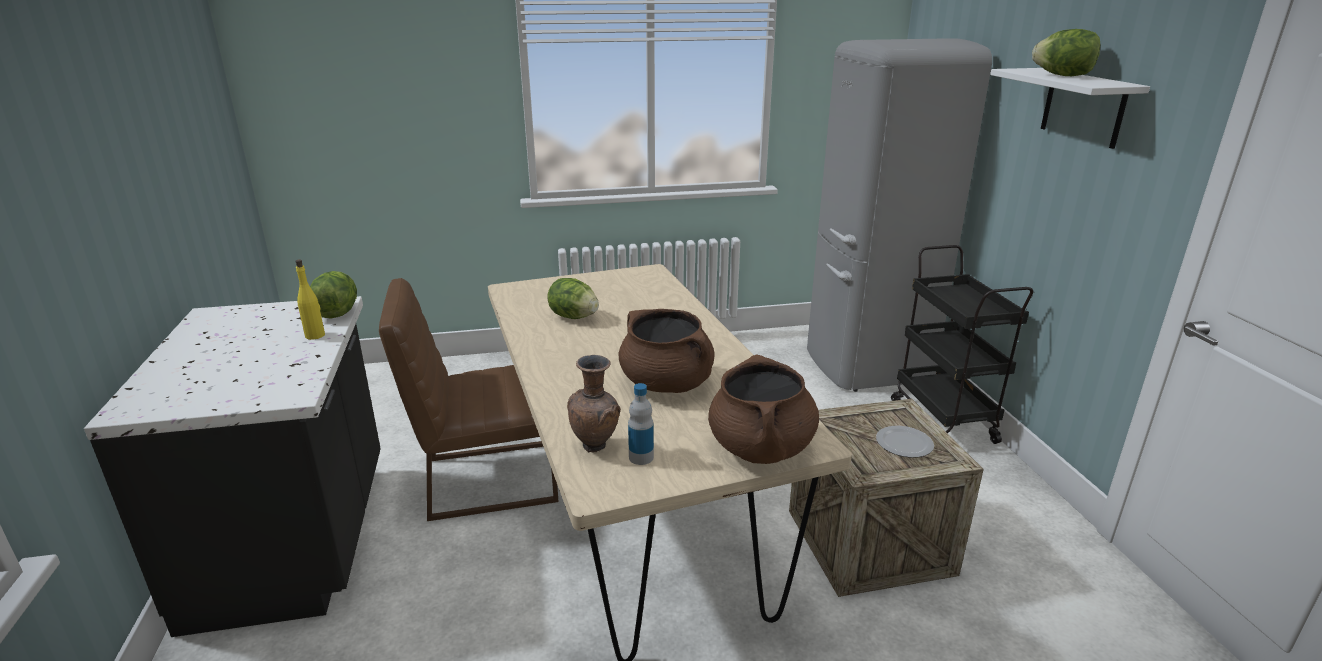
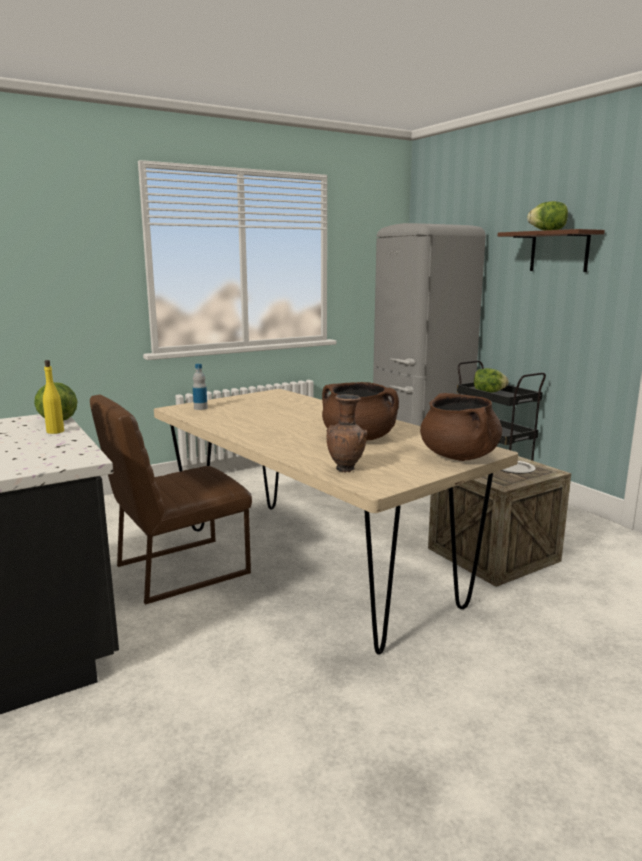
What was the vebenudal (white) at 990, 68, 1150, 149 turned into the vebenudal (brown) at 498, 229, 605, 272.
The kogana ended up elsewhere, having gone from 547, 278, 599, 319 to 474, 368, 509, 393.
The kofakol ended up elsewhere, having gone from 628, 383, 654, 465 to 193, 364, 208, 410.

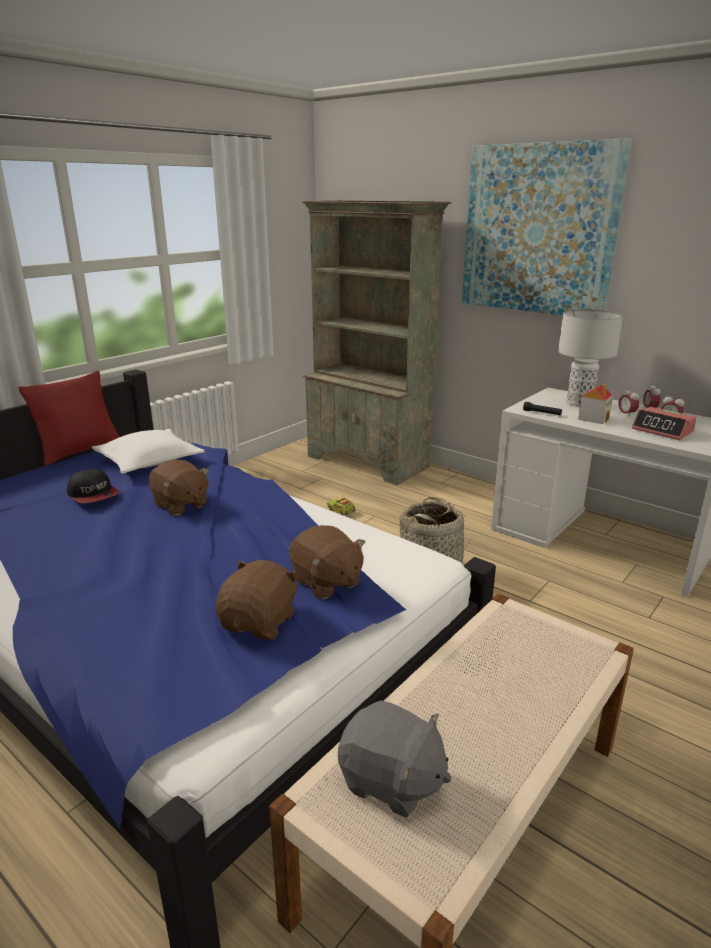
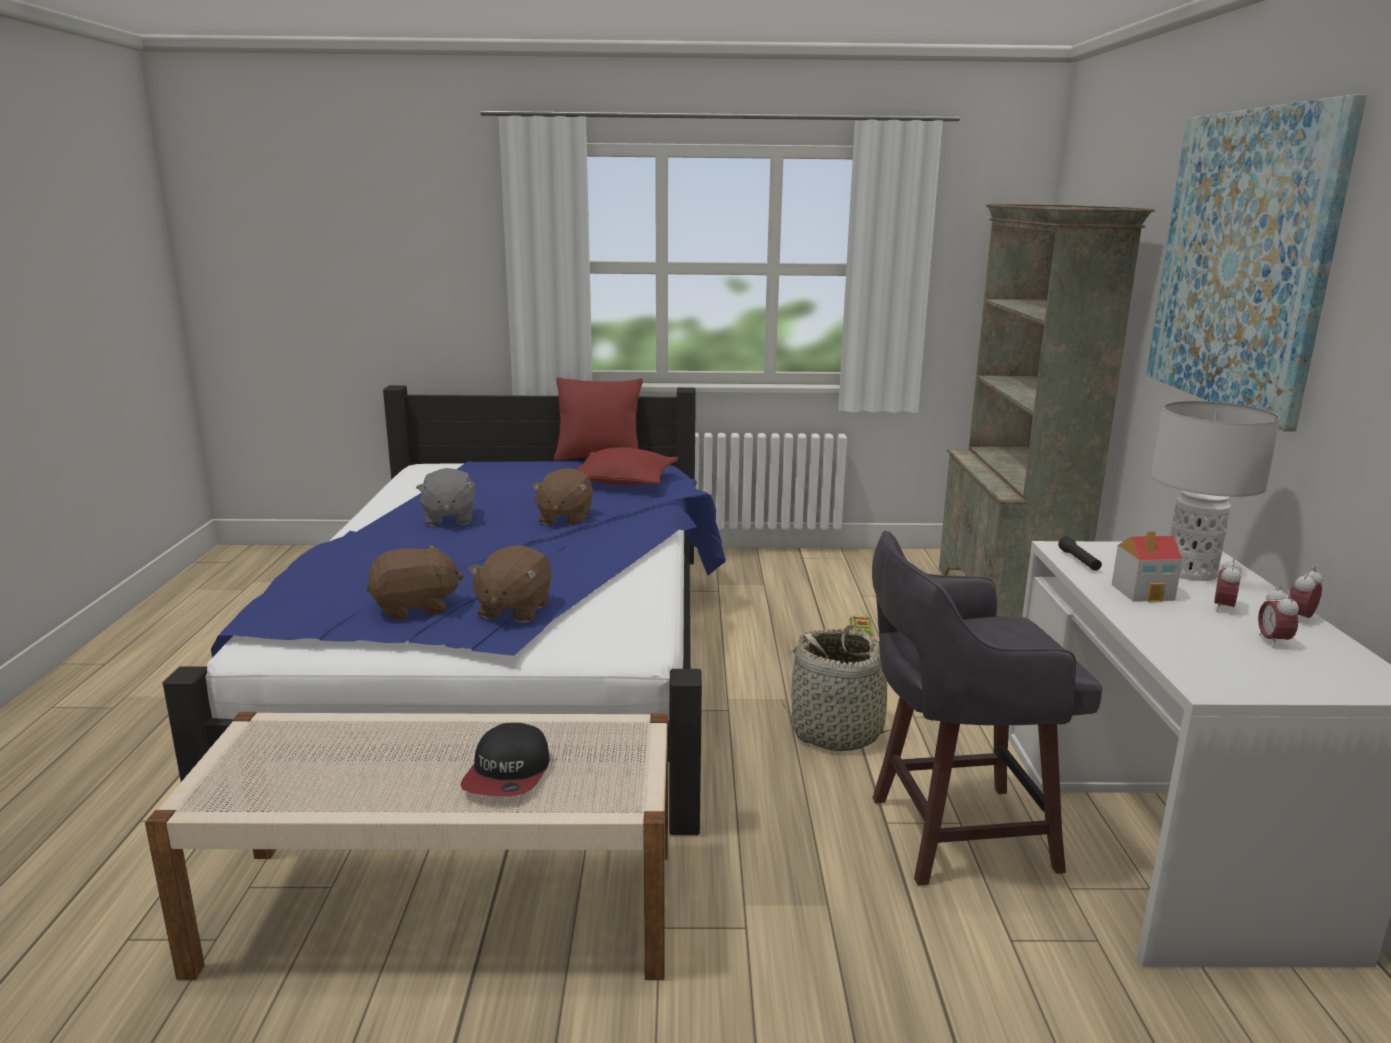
The second view lost the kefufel at 632, 407, 697, 440.
What was the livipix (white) at 92, 429, 205, 474 turned into the livipix (red) at 575, 447, 678, 485.
The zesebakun ended up elsewhere, having gone from 67, 469, 119, 503 to 461, 723, 549, 796.
The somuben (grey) ended up elsewhere, having gone from 338, 700, 452, 817 to 416, 468, 476, 526.
The second view gained the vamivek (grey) at 872, 530, 1102, 886.

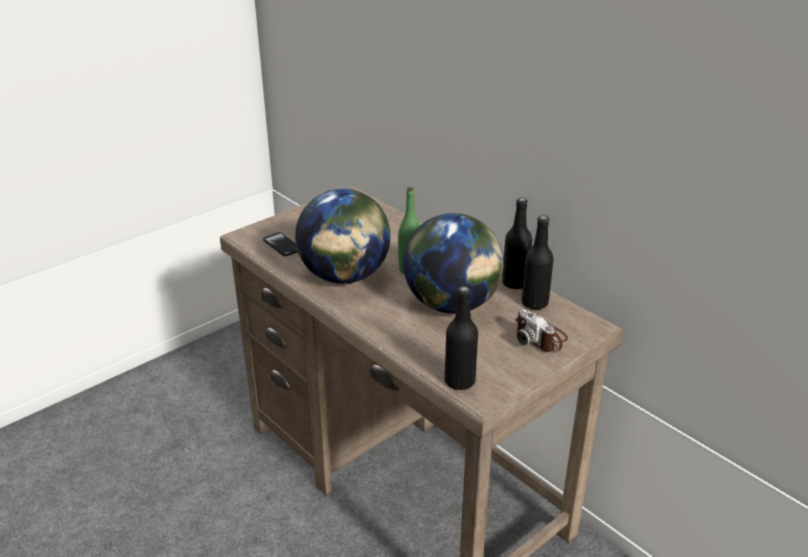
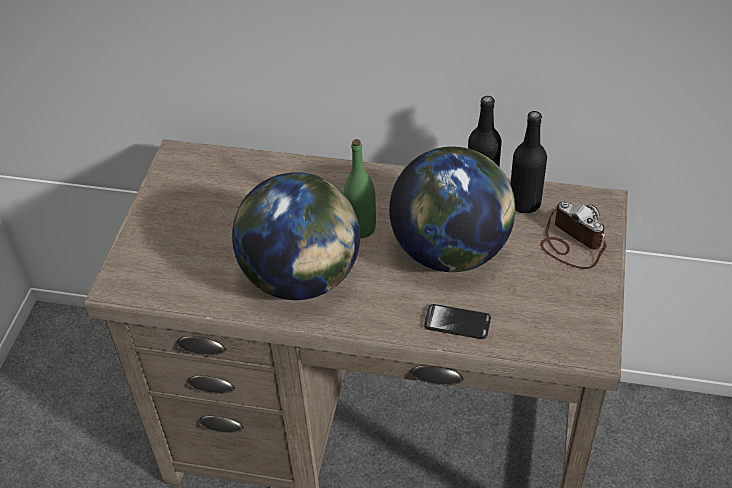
The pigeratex ended up elsewhere, having gone from 263, 232, 298, 256 to 424, 304, 491, 339.
The second view lost the kofakol (black) at 445, 286, 478, 390.
The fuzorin at 515, 309, 568, 352 ended up facing another way, 150 degrees counterclockwise from before.

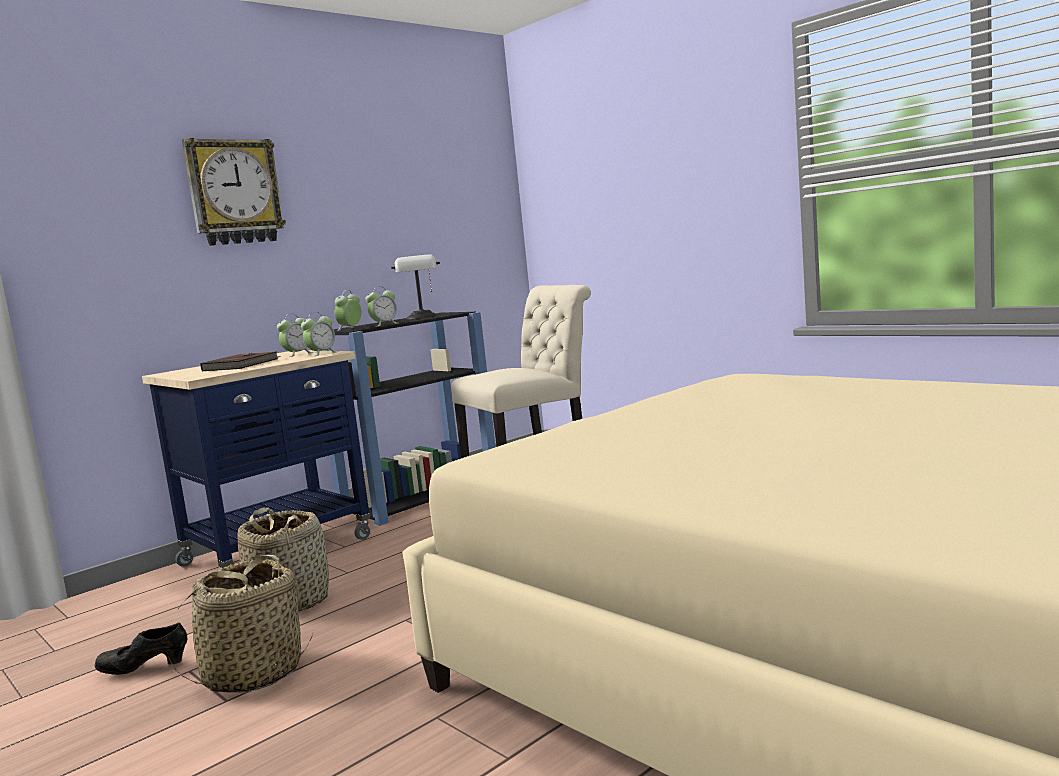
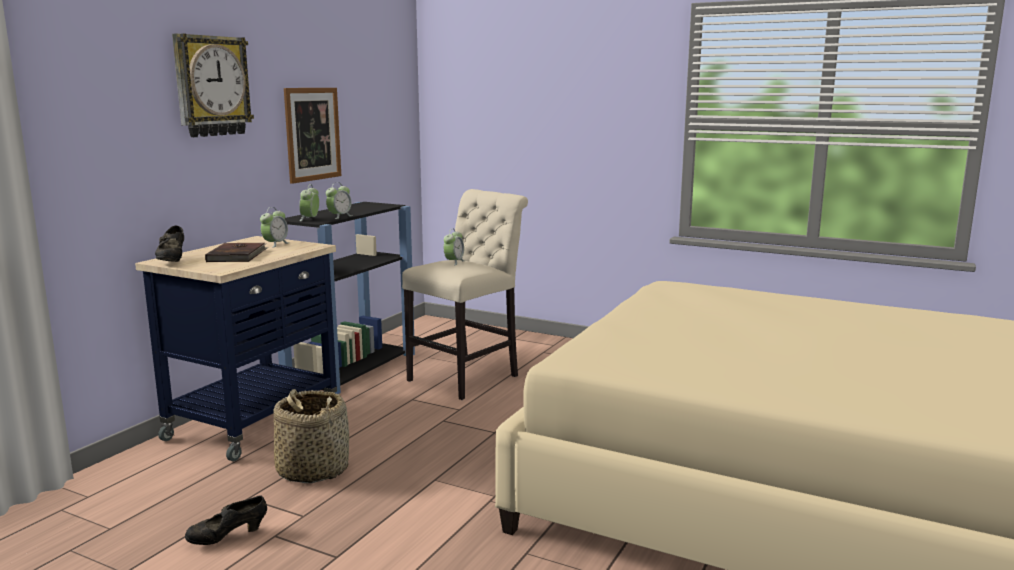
The second view lost the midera at 391, 255, 440, 319.
The kefufel ended up elsewhere, having gone from 301, 312, 338, 356 to 444, 228, 465, 265.
The second view lost the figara at 166, 555, 313, 693.
The second view gained the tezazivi at 284, 88, 341, 184.
The second view gained the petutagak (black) at 155, 226, 184, 262.

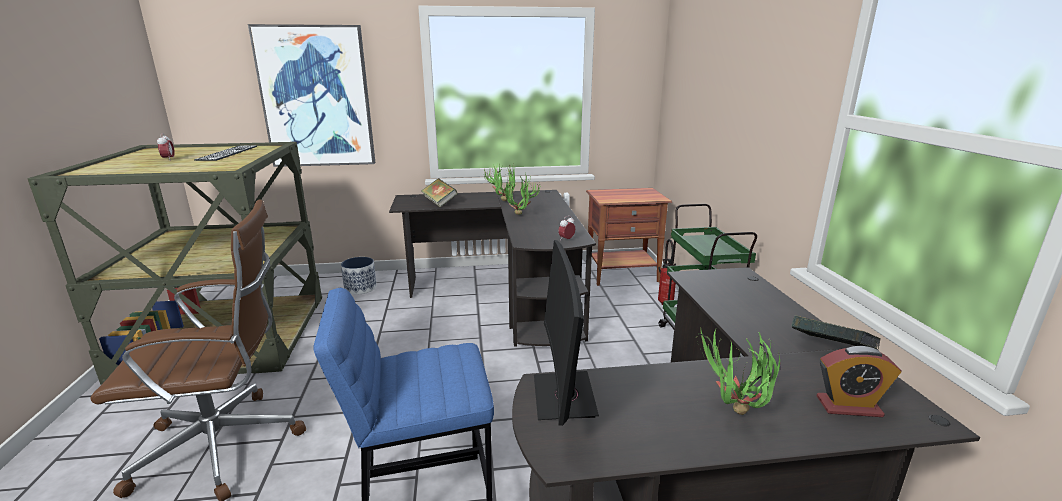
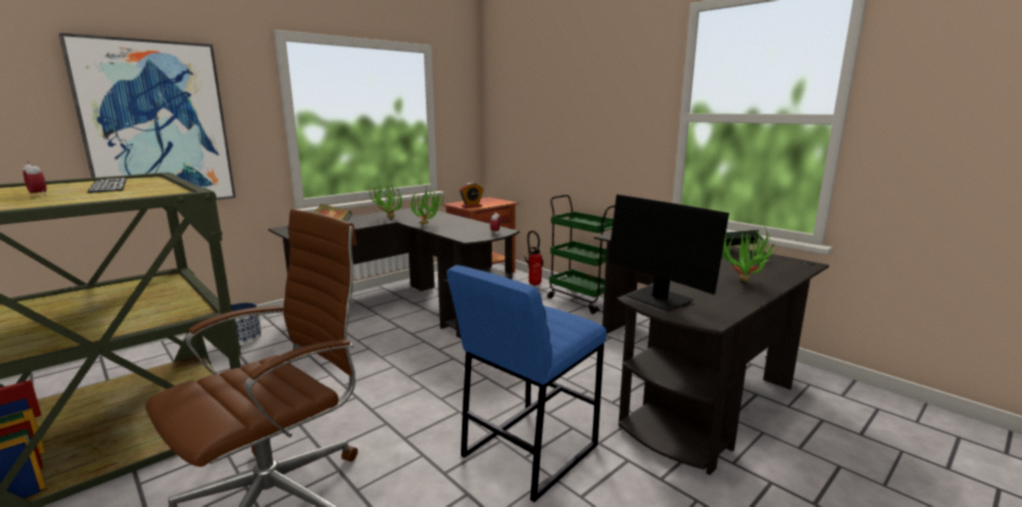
The kefufel ended up elsewhere, having gone from 817, 346, 902, 417 to 460, 183, 483, 208.

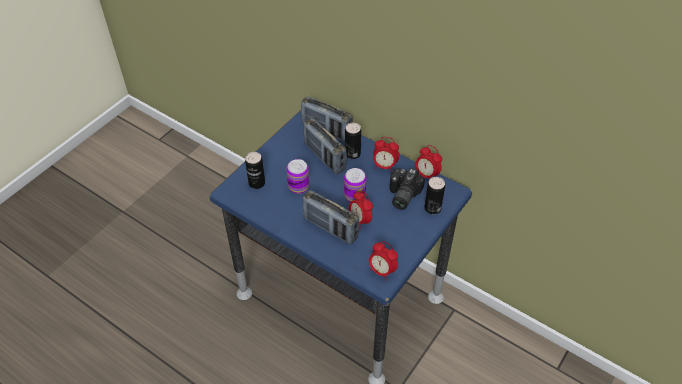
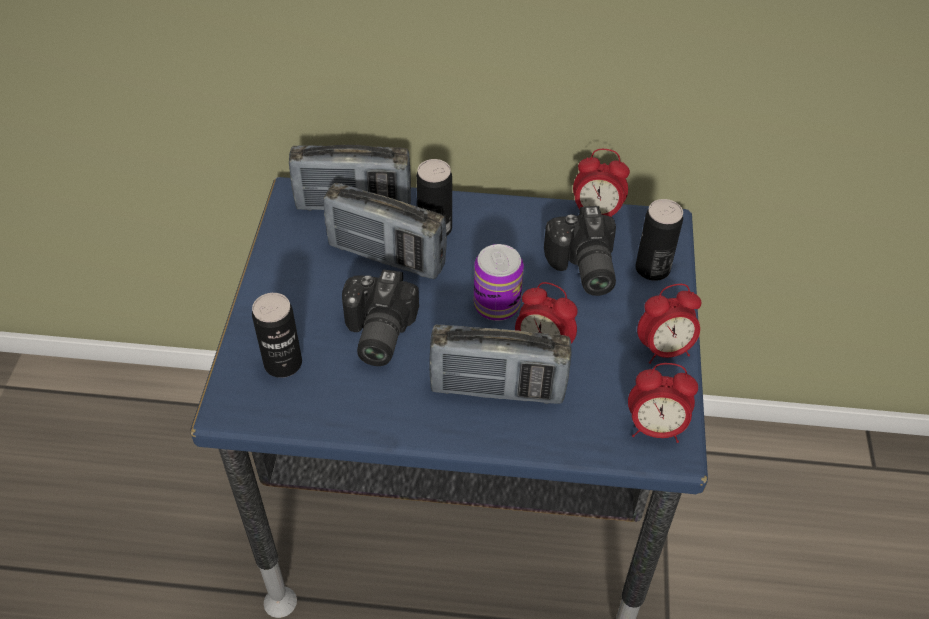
The kefufel ended up elsewhere, having gone from 373, 137, 399, 171 to 637, 284, 701, 364.
Where the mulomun stood at 286, 159, 309, 194, the fuzorin came to stand at 342, 270, 419, 366.

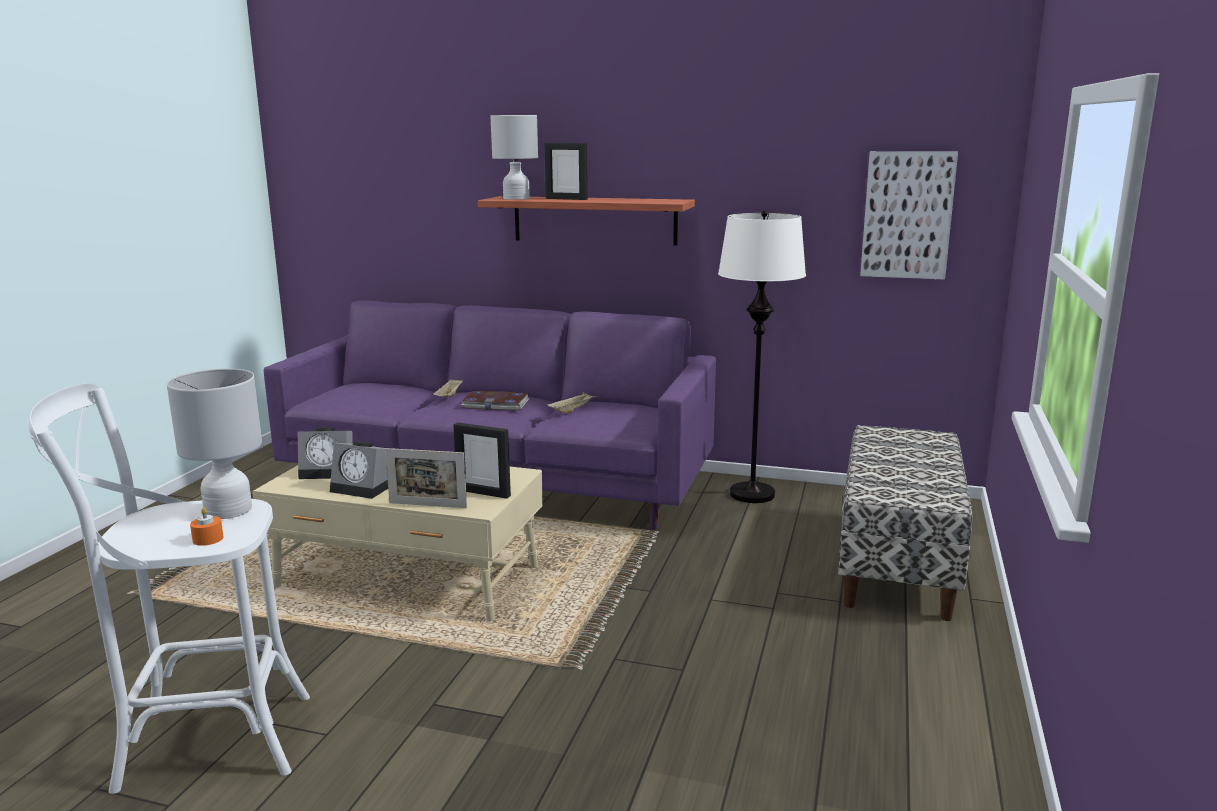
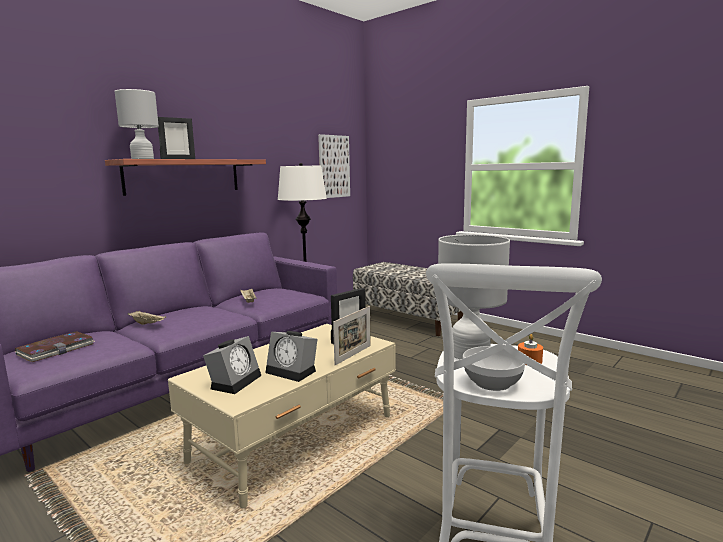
The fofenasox ended up elsewhere, having gone from 461, 391, 530, 411 to 15, 331, 95, 362.
The kefufel at 330, 441, 388, 499 ended up facing another way, 75 degrees clockwise from before.
The second view gained the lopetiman at 463, 346, 525, 391.

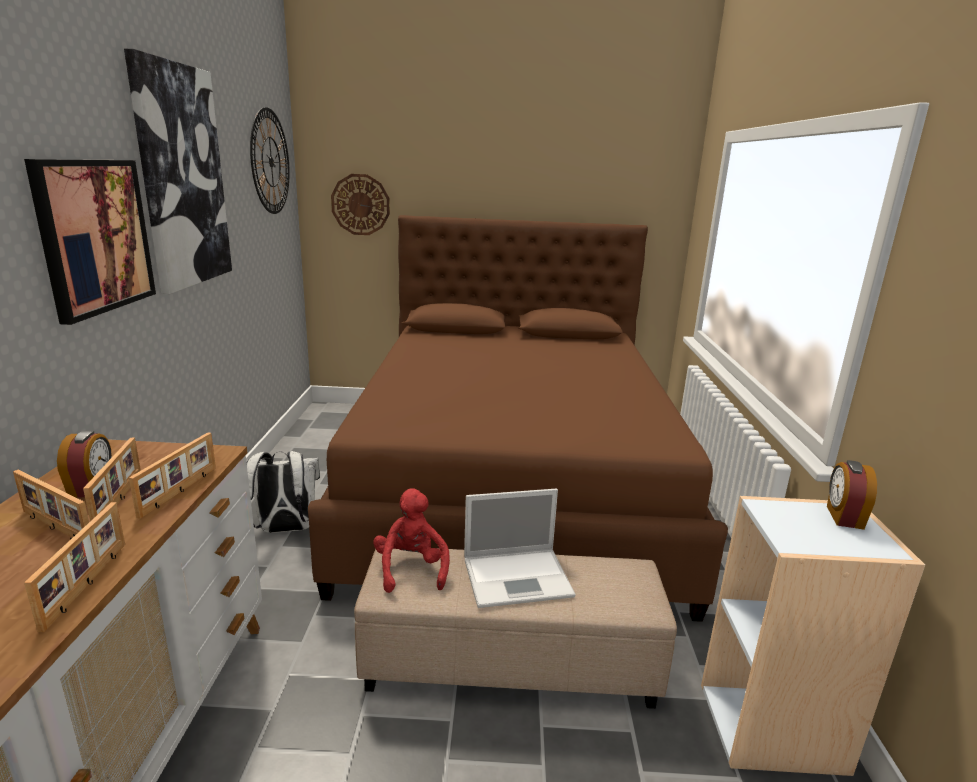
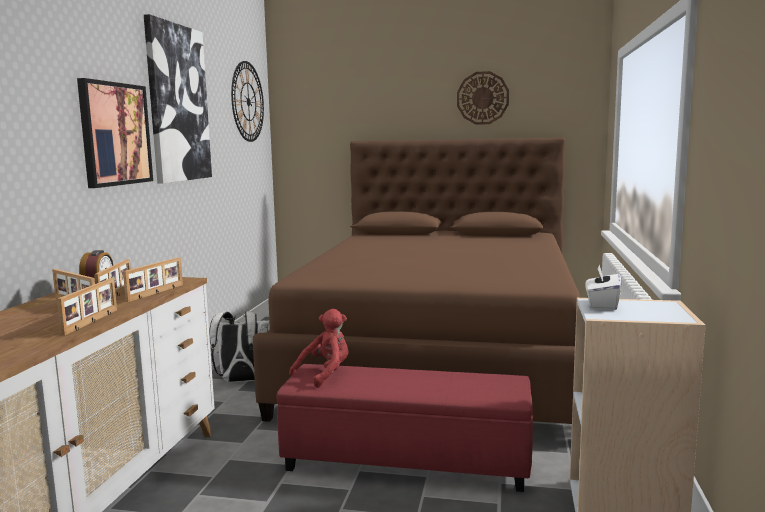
The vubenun ended up elsewhere, having gone from 331, 174, 390, 235 to 457, 71, 509, 125.
The second view lost the kefufel at 827, 460, 877, 530.
The somuben (red) at 373, 488, 450, 593 ended up facing another way, 45 degrees clockwise from before.
The second view lost the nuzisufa at 464, 489, 576, 608.
What was the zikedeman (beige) at 354, 548, 677, 709 turned into the zikedeman (red) at 277, 364, 533, 492.
The second view gained the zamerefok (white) at 586, 265, 622, 310.

